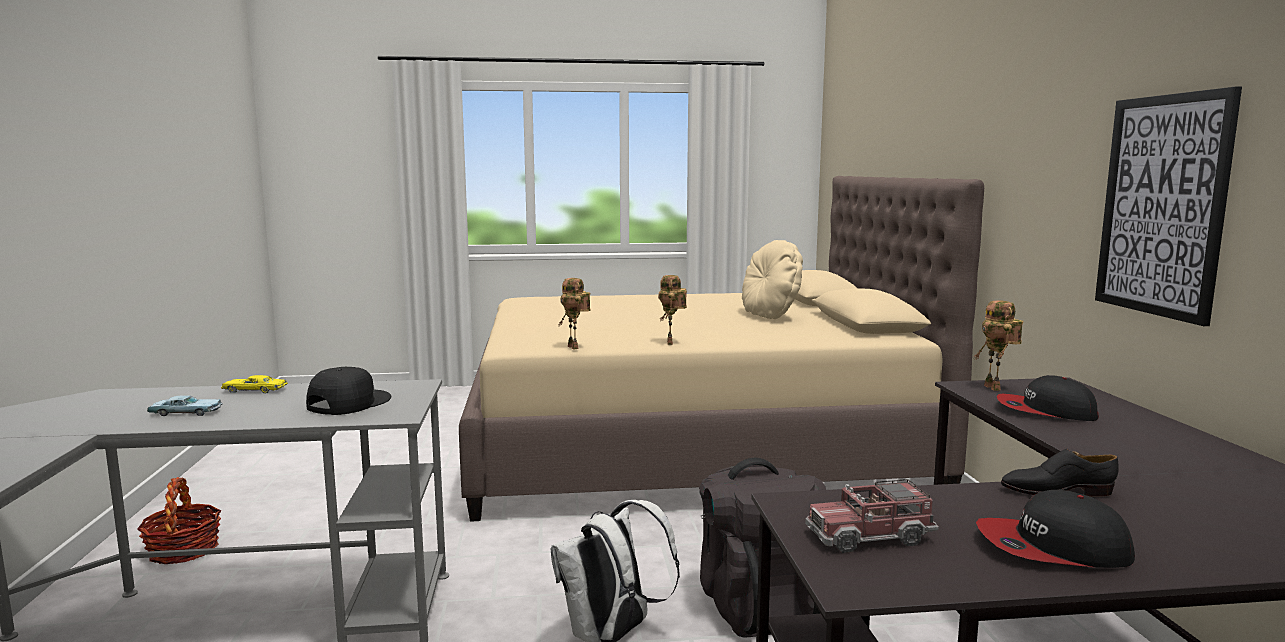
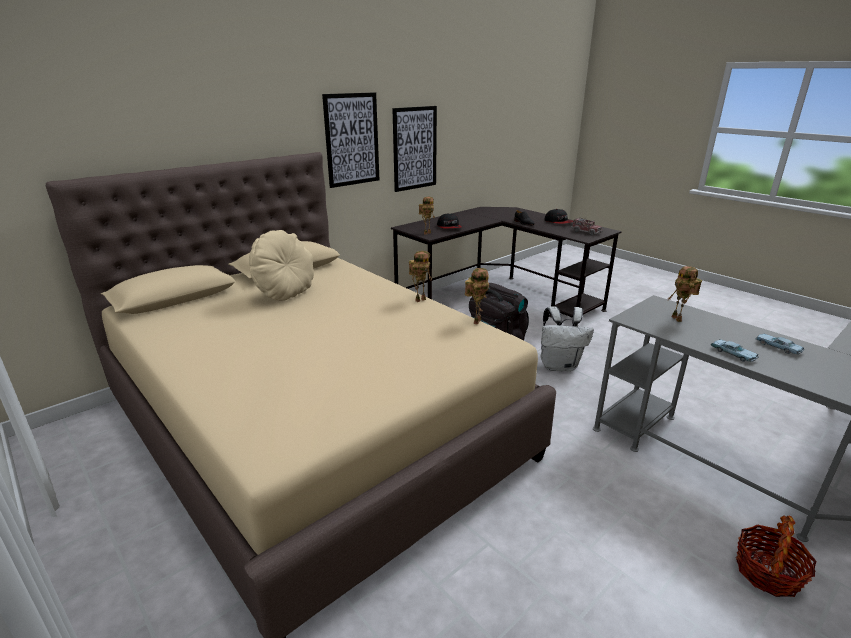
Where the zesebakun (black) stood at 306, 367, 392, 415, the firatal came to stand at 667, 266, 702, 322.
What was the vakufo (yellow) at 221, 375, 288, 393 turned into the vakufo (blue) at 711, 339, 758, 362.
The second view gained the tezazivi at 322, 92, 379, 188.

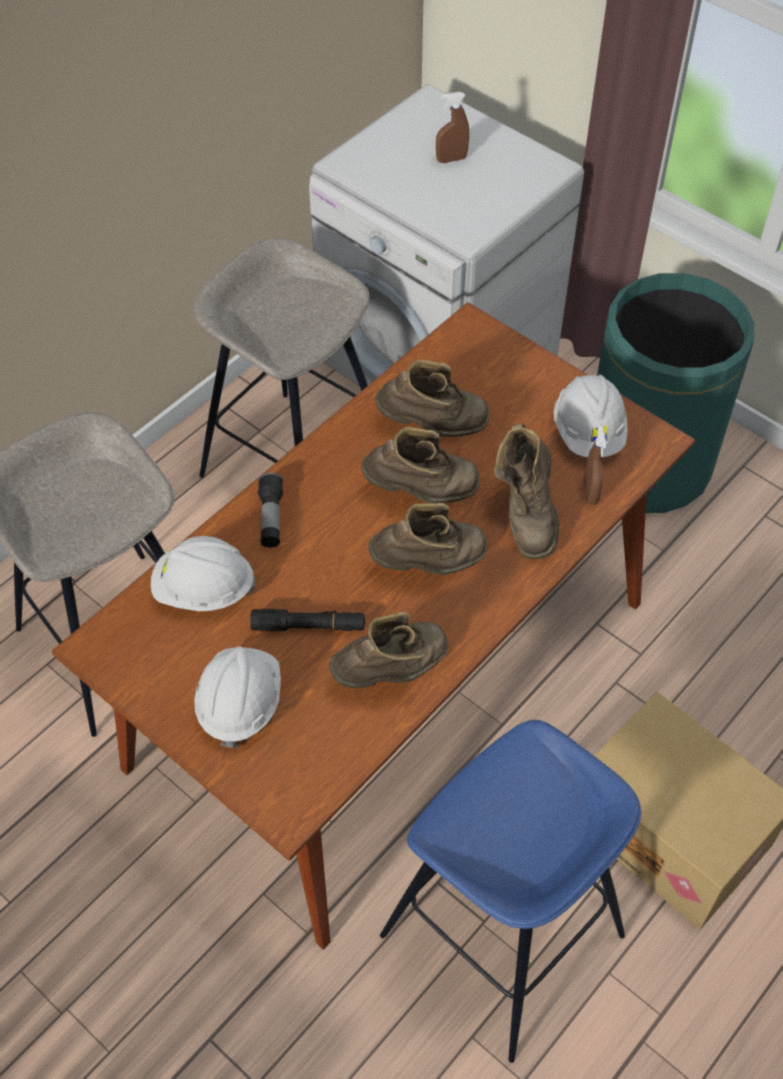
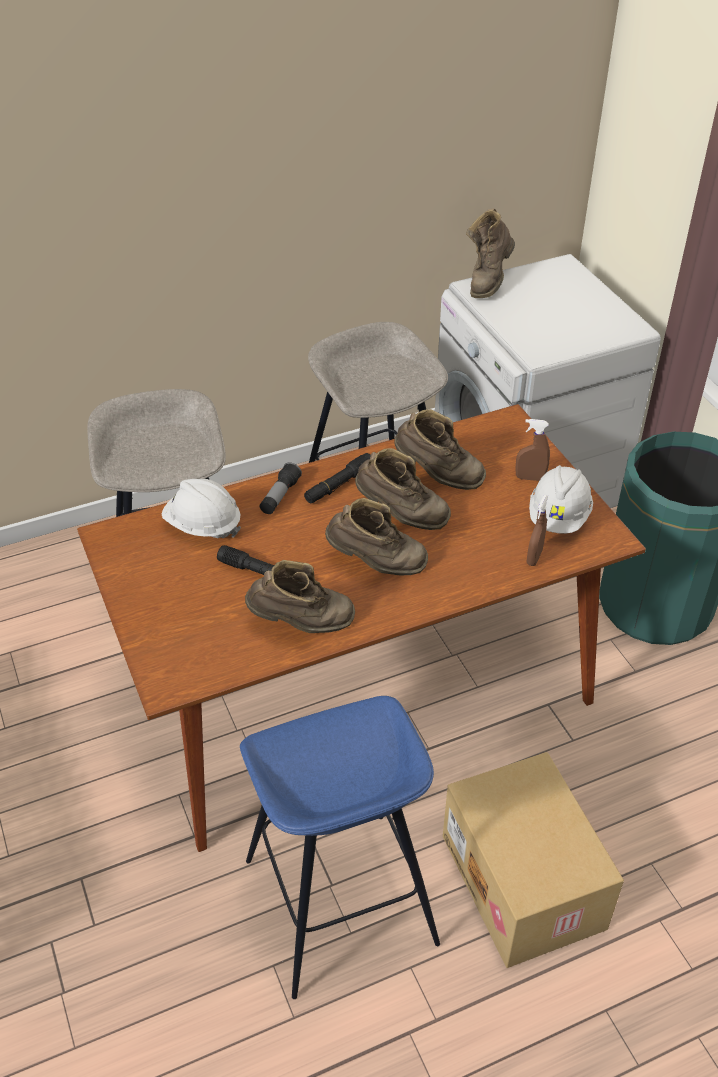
The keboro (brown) ended up elsewhere, having gone from 436, 92, 469, 163 to 515, 419, 550, 481.
The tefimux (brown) ended up elsewhere, having gone from 494, 423, 559, 560 to 466, 208, 515, 298.
The second view lost the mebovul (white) at 194, 647, 281, 749.
The second view gained the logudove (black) at 304, 453, 371, 503.

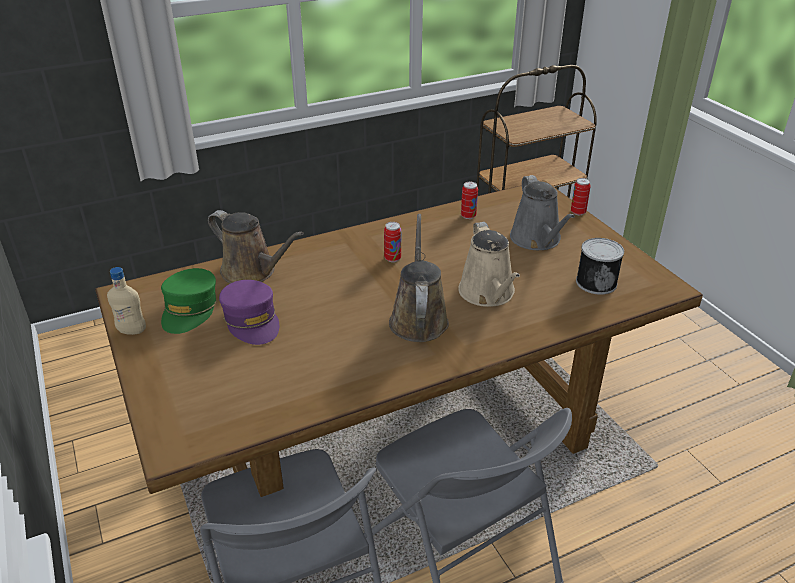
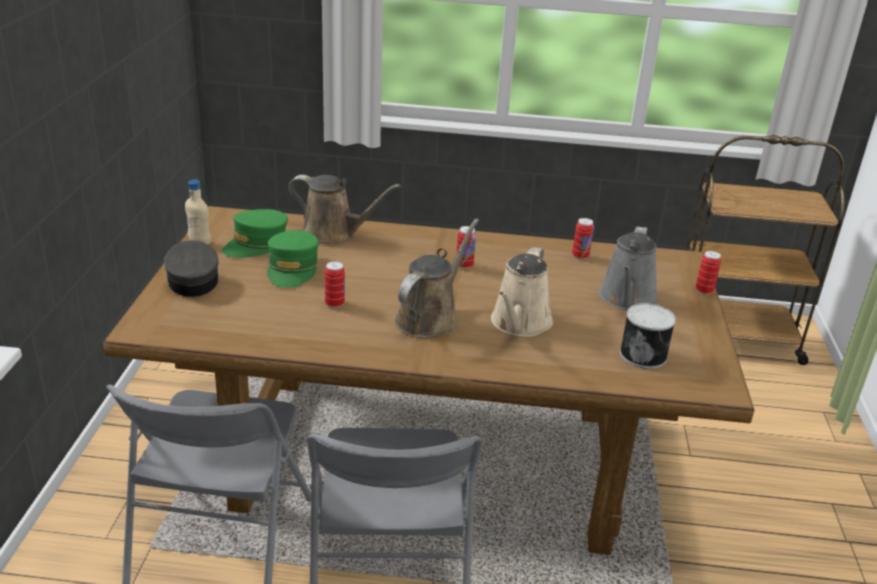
The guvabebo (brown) at 208, 210, 304, 284 ended up facing another way, 45 degrees counterclockwise from before.
What was the zesebakun (purple) at 219, 280, 279, 345 turned into the zesebakun (green) at 267, 230, 319, 288.
The second view gained the zesebakun (grey) at 164, 240, 219, 297.
The second view gained the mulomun at 325, 261, 345, 308.

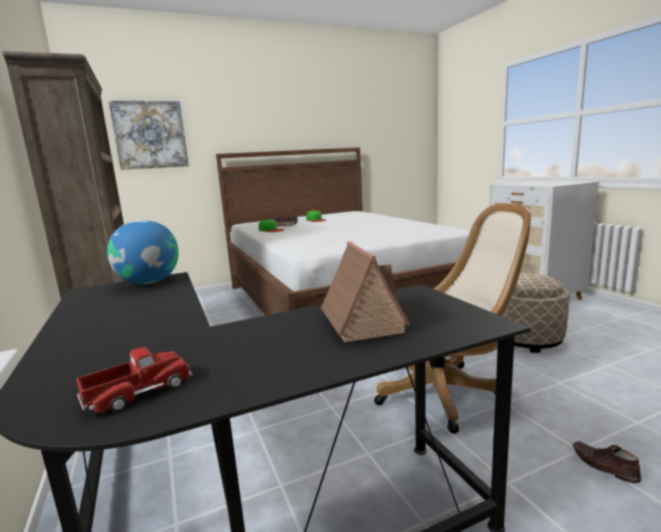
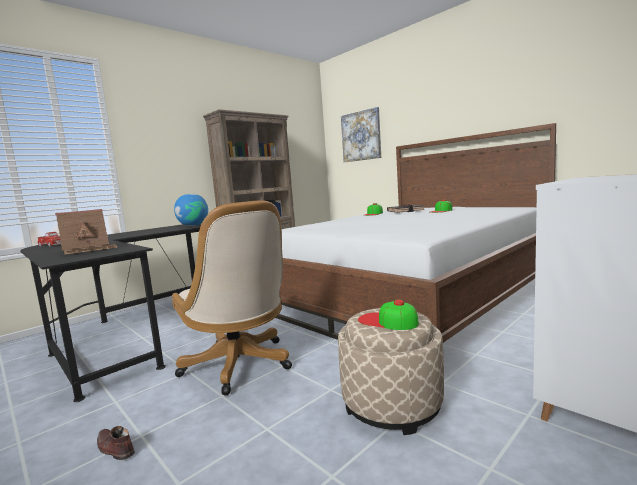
The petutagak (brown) at 573, 441, 641, 483 ended up facing another way, 90 degrees counterclockwise from before.
The second view gained the zesebakun at 358, 300, 419, 330.

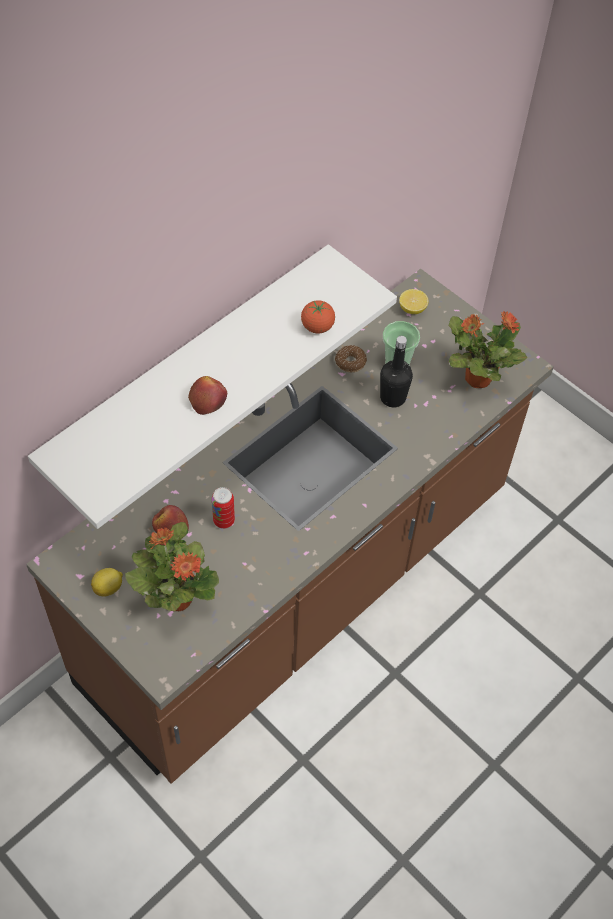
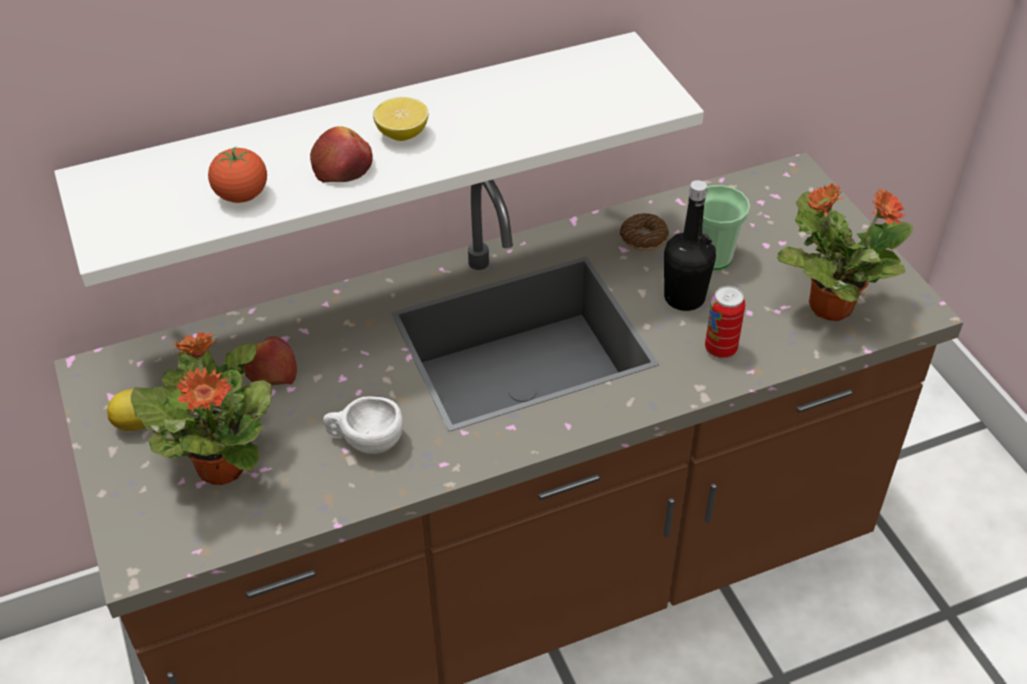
The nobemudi ended up elsewhere, having gone from 399, 289, 428, 314 to 373, 97, 429, 141.
The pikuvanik ended up elsewhere, having gone from 301, 300, 335, 334 to 208, 147, 267, 203.
The mulomun ended up elsewhere, having gone from 212, 487, 235, 529 to 705, 286, 745, 358.
The second view gained the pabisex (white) at 323, 396, 403, 454.

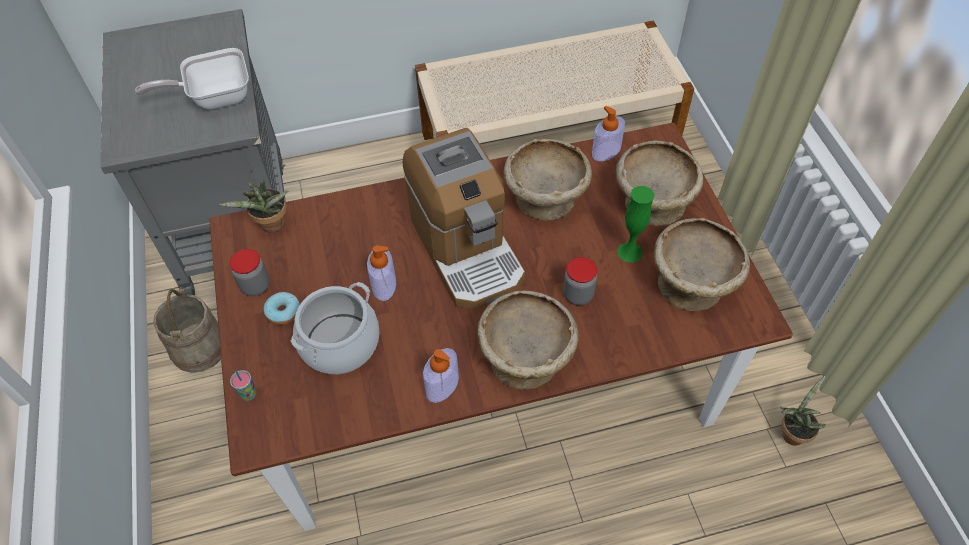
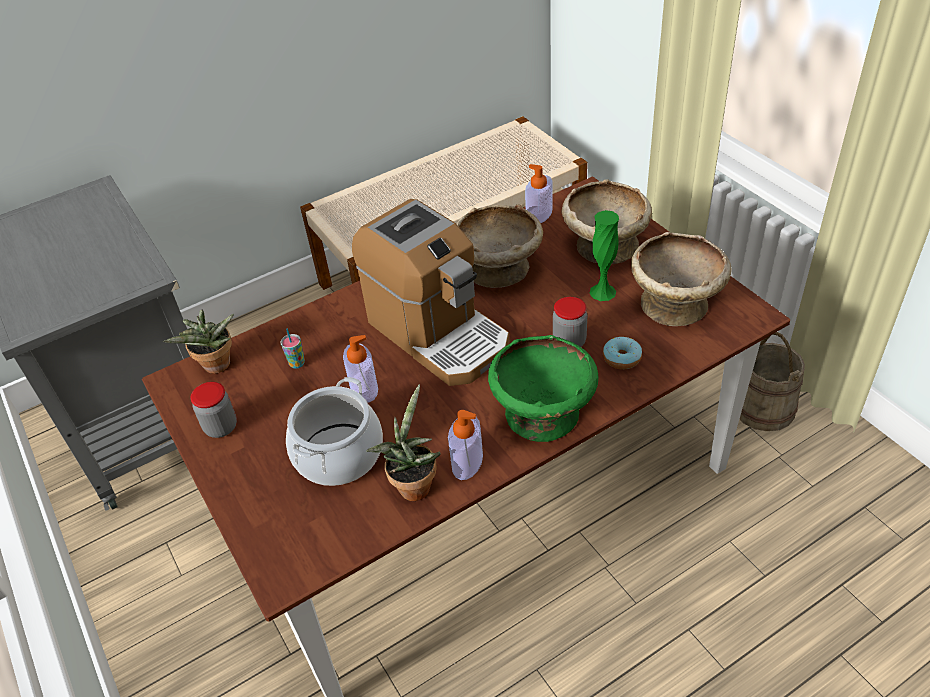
The second view lost the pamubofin at 135, 48, 249, 109.
The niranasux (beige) ended up elsewhere, having gone from 153, 287, 221, 373 to 740, 332, 805, 431.
What was the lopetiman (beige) at 478, 291, 579, 390 turned into the lopetiman (green) at 488, 335, 598, 442.
The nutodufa ended up elsewhere, having gone from 263, 292, 300, 325 to 603, 337, 642, 370.
The pabisex ended up elsewhere, having gone from 230, 370, 257, 401 to 281, 329, 305, 369.
The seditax ended up elsewhere, having gone from 780, 376, 826, 446 to 366, 384, 441, 501.

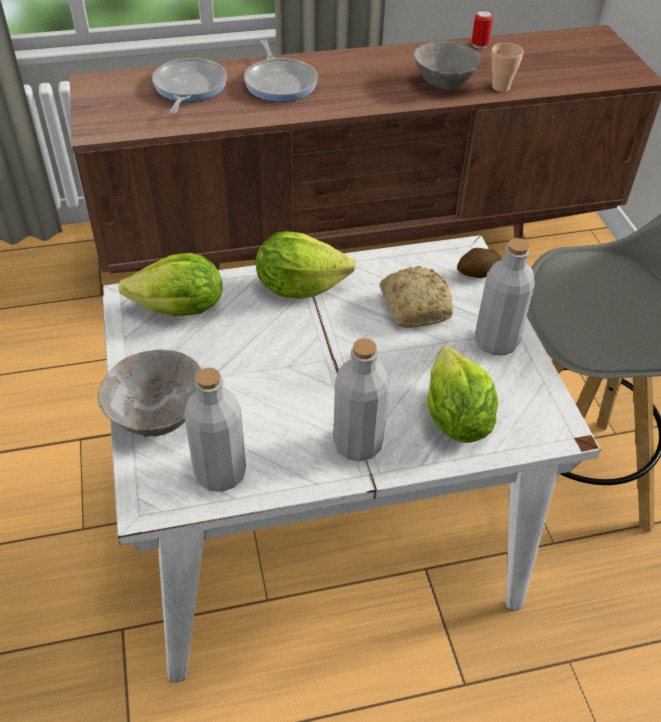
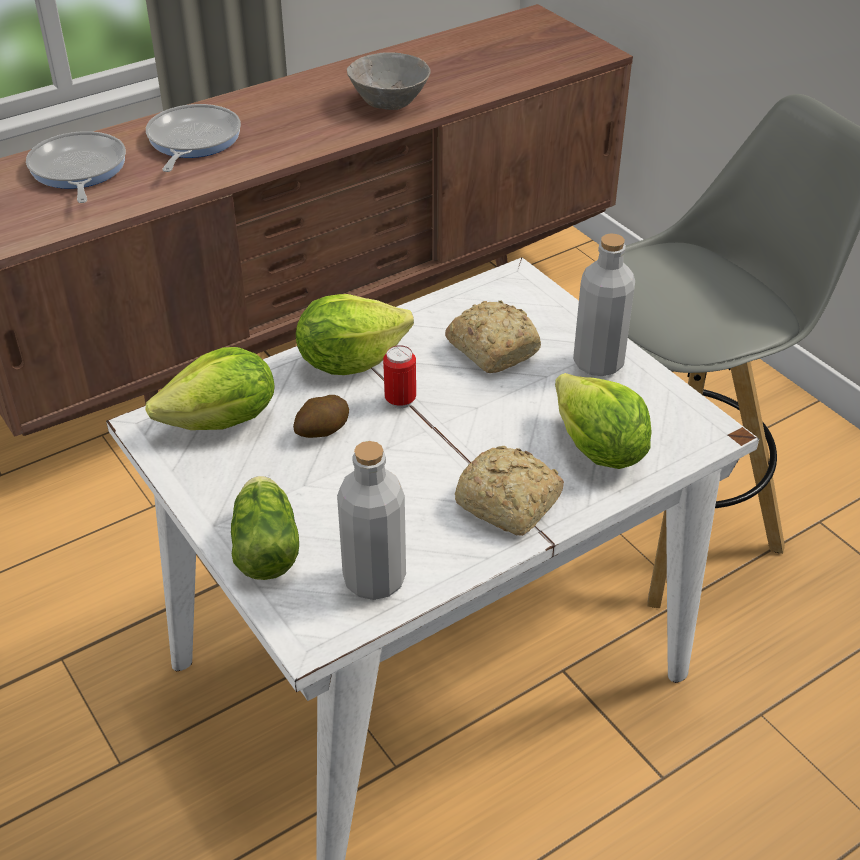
The mulomun ended up elsewhere, having gone from 472, 10, 493, 49 to 383, 345, 416, 409.
The pamubofin at 244, 39, 318, 102 ended up facing another way, 135 degrees counterclockwise from before.
The second view lost the pabisex at 491, 43, 524, 92.
The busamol ended up elsewhere, having gone from 457, 248, 502, 278 to 293, 395, 349, 438.
Where the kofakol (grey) stood at 333, 338, 390, 461, the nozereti came to stand at 455, 446, 564, 536.
Where the lopetiman (grey) stood at 97, 349, 201, 437, the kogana came to stand at 231, 476, 299, 580.

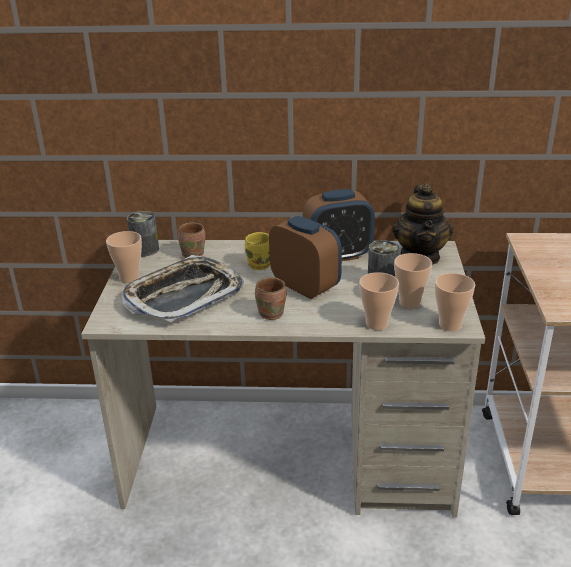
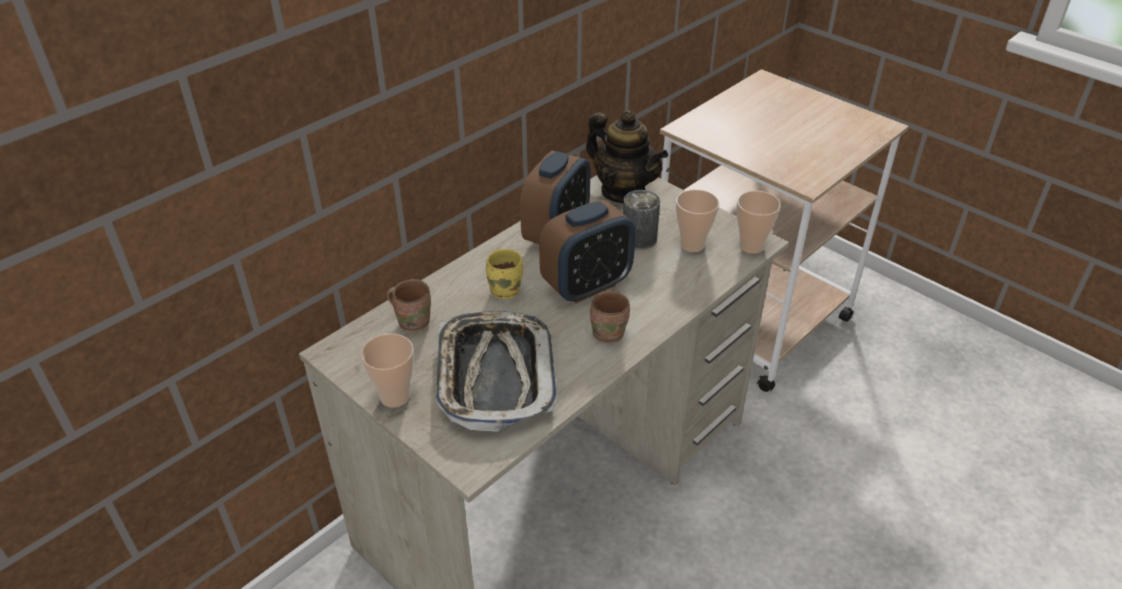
The second view lost the mulomun at 127, 211, 159, 256.
The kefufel at 269, 216, 342, 299 ended up facing another way, 150 degrees clockwise from before.
The second view lost the pabisex at 359, 272, 399, 330.

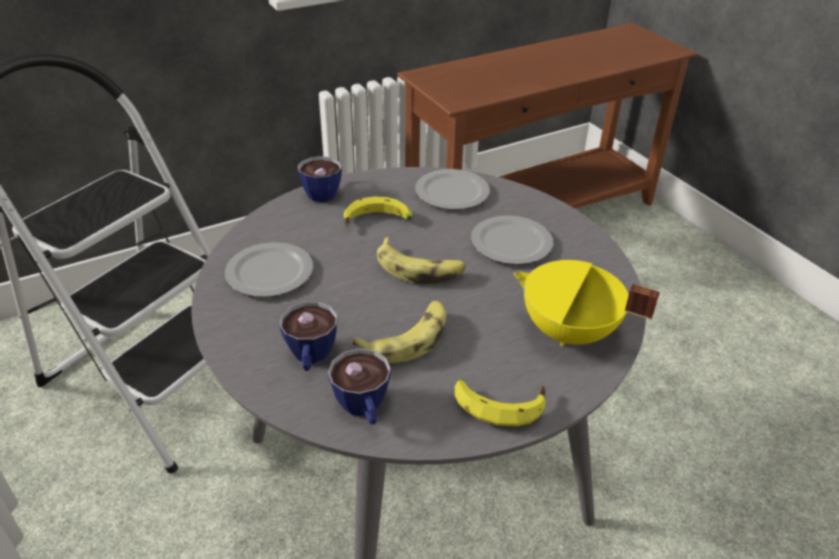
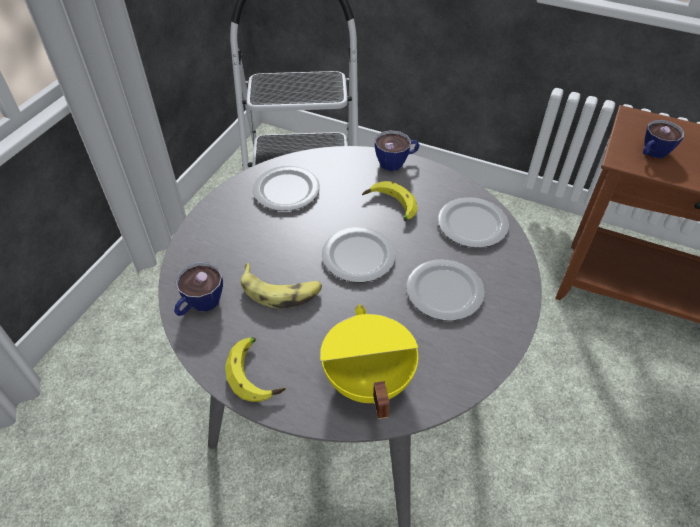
Where the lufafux stood at 377, 237, 466, 284, the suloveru came to stand at 322, 227, 396, 282.
The pabisex ended up elsewhere, having gone from 279, 302, 337, 371 to 643, 120, 684, 158.

